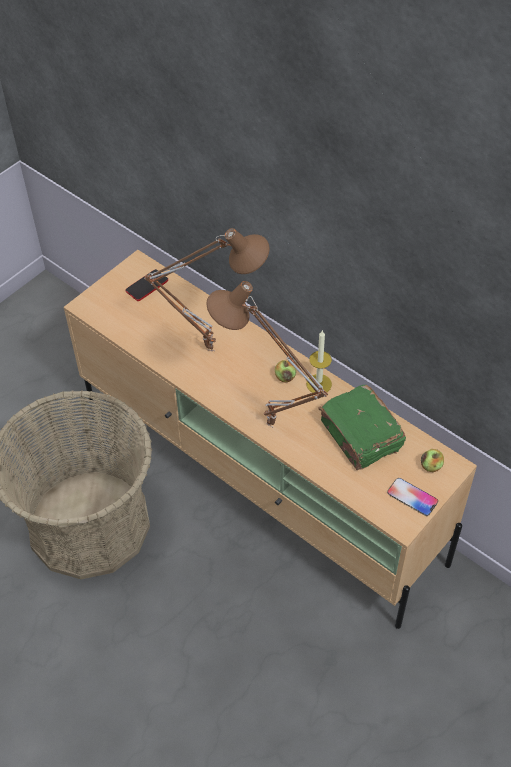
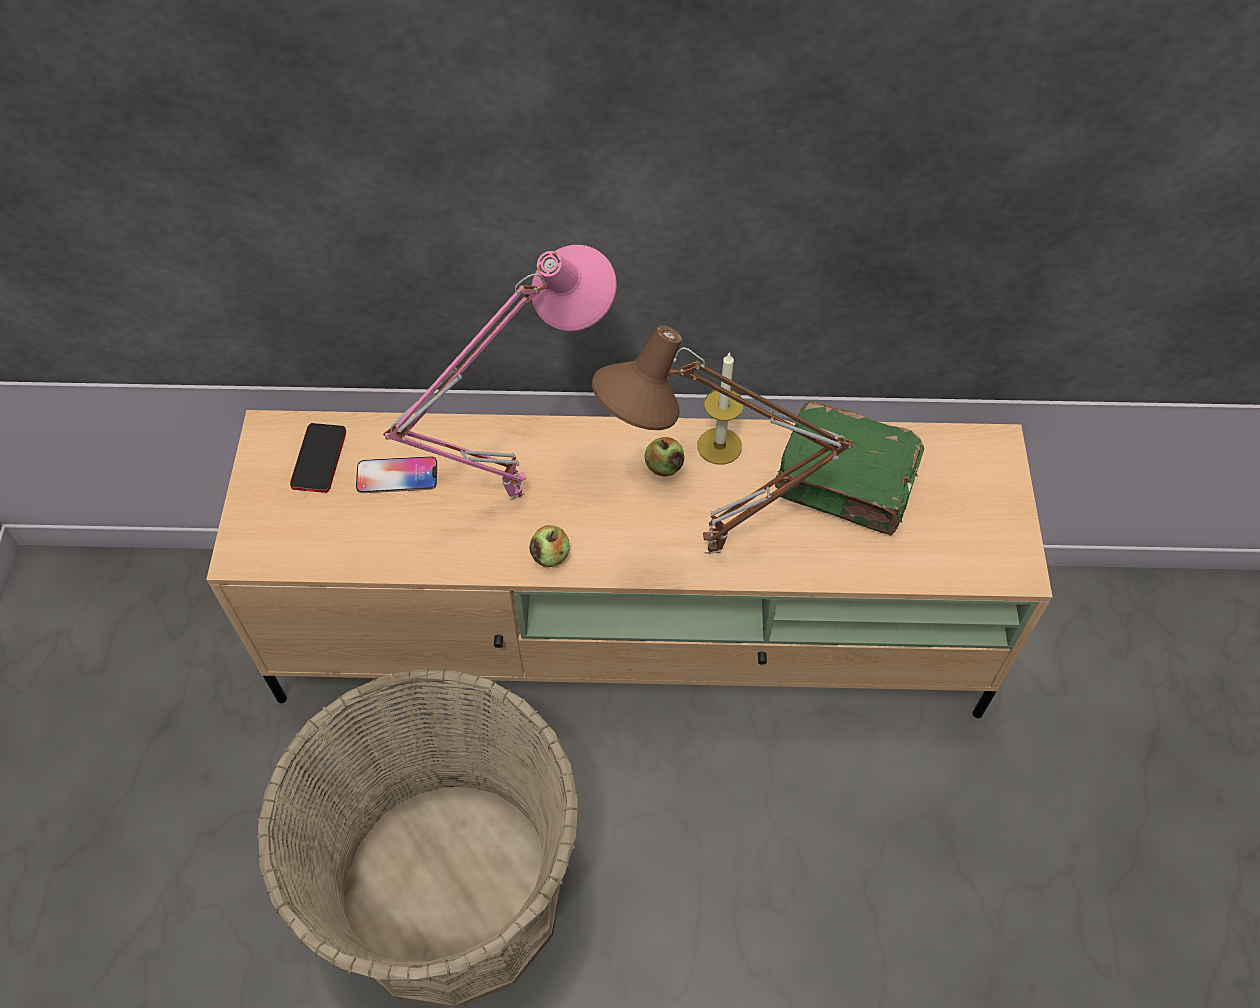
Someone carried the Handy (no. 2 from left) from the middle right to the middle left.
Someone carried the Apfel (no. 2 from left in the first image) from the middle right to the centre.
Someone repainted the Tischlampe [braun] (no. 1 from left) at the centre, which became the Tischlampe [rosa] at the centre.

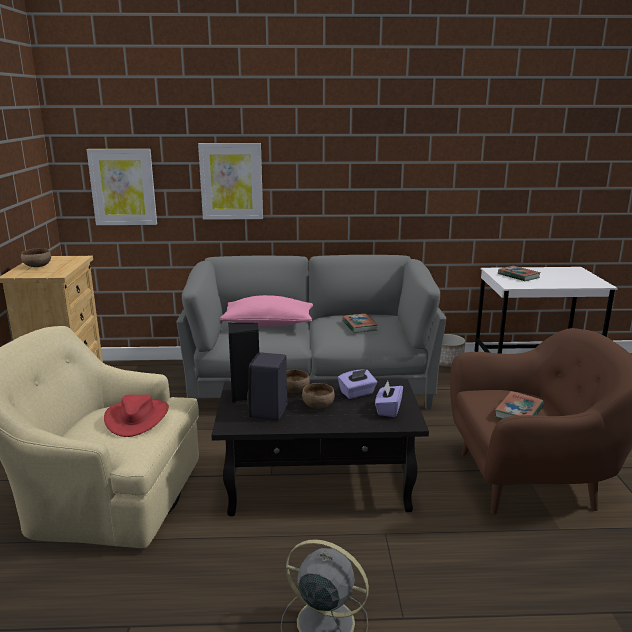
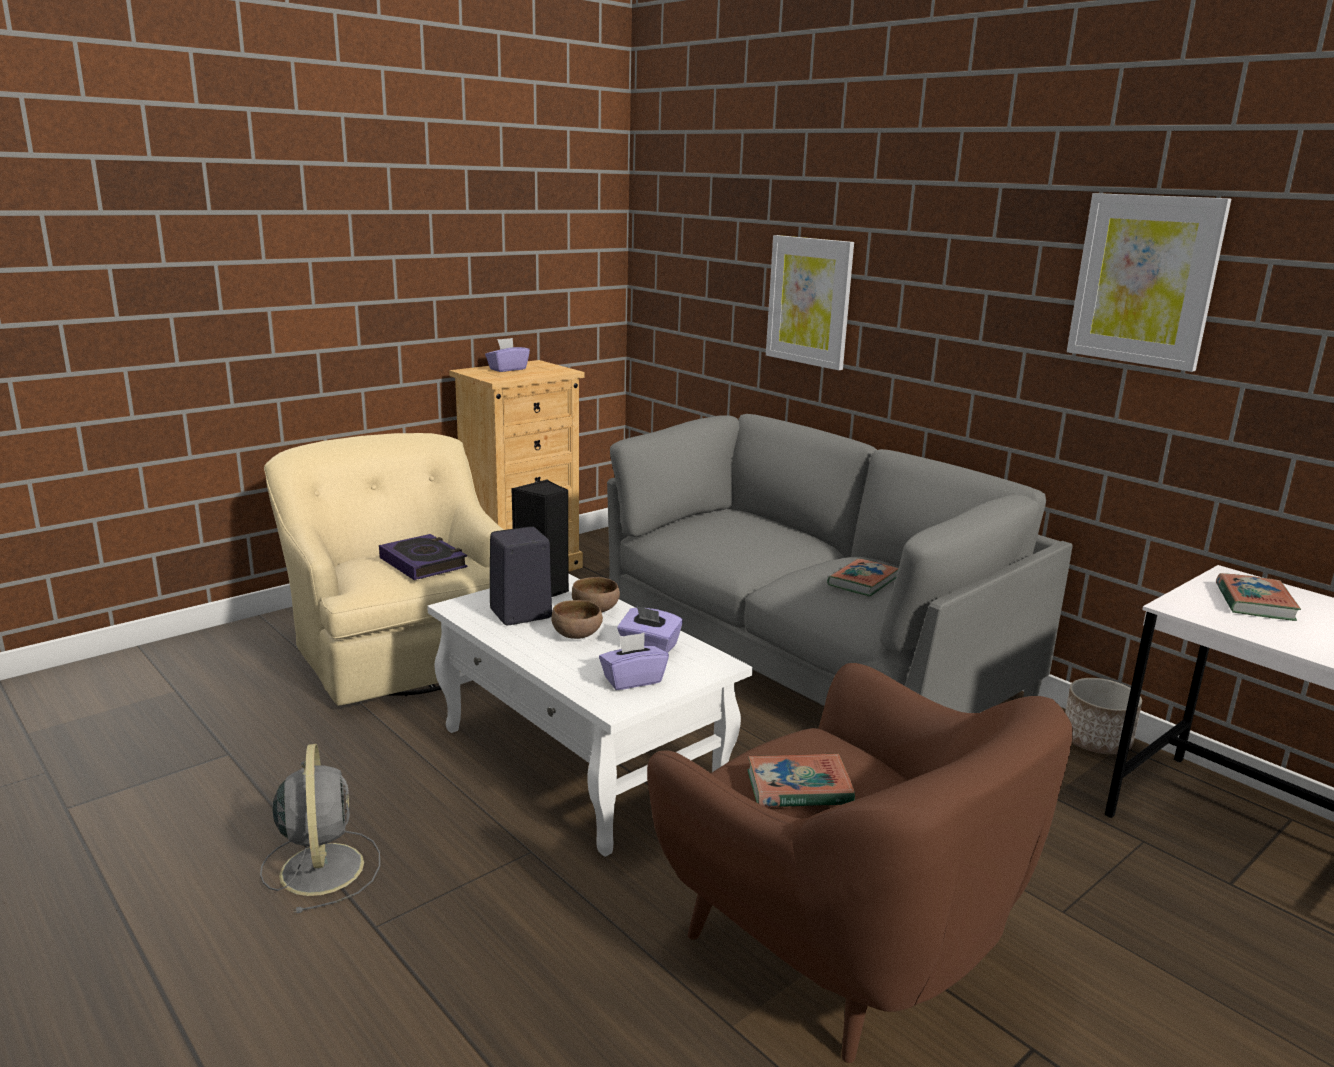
Someone took away the Kissen [rosa] at the centre.
Someone carried the Bild (no. 1 from left in the first image) from the top left to the top right.
Someone swapped the Schüssel [braun] (no. 1 from left) at the middle left for the Taschentuchbox [lila] (no. 1 from left) at the top centre.
Someone swapped the Hut [rot] at the middle left for the Buch (no. 1 from left) at the middle left.
Someone repainted the Couchtisch [schwarz] at the bottom centre, which became the Couchtisch [weiß] at the bottom centre.

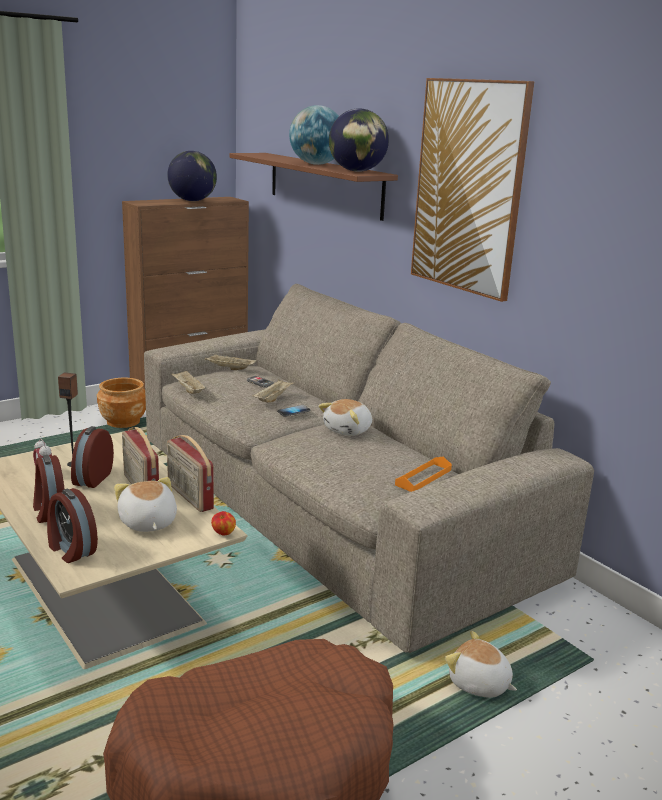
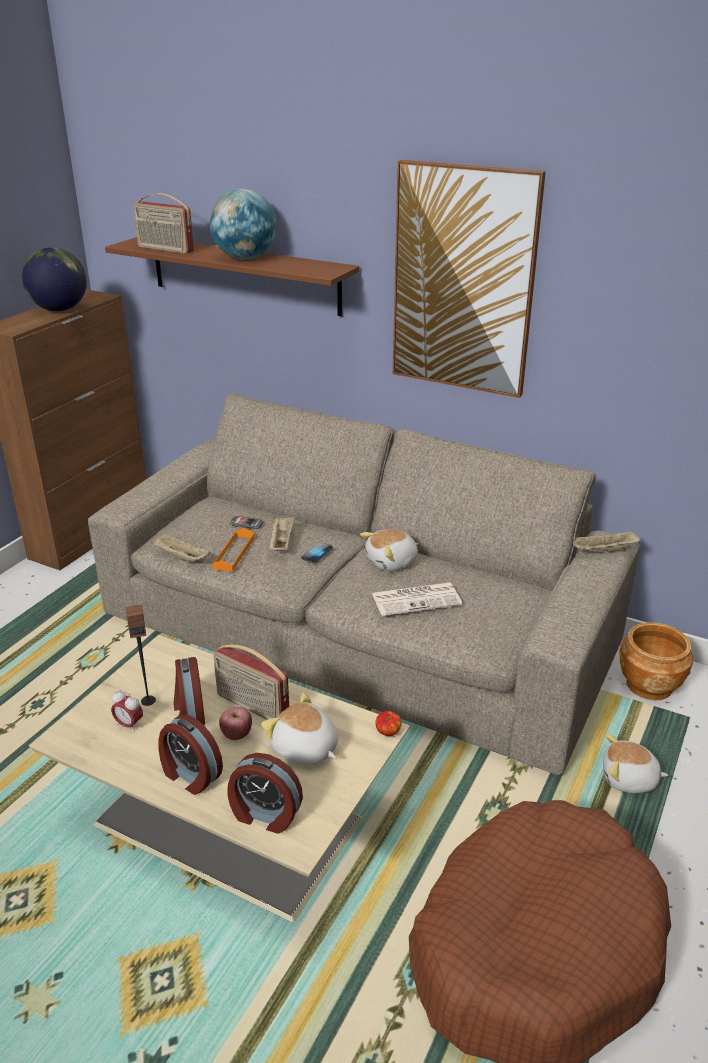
Someone took away the Globus (no. 3 from left) at the top centre.
Someone put down the Apfel (no. 1 from left) at the bottom left.
Someone put down the Zeitung at the centre.
Someone carried the Pflanzkübel [braun] from the middle left to the middle right.
Someone carried the Radio (no. 2 from left in the first image) from the middle left to the top left.
Someone carried the Tablett [beige] (no. 2 from left in the first image) from the centre to the middle right.
Someone carried the Tablett [orange] from the centre to the middle left.
Someone rotated the Plüschtier (no. 2 from left) at the centre by 45 degrees clockwise.

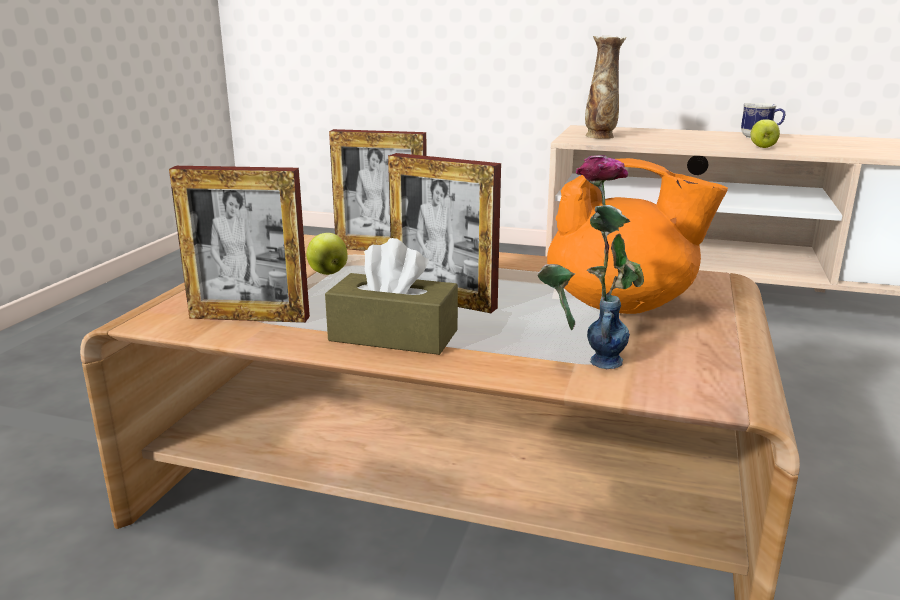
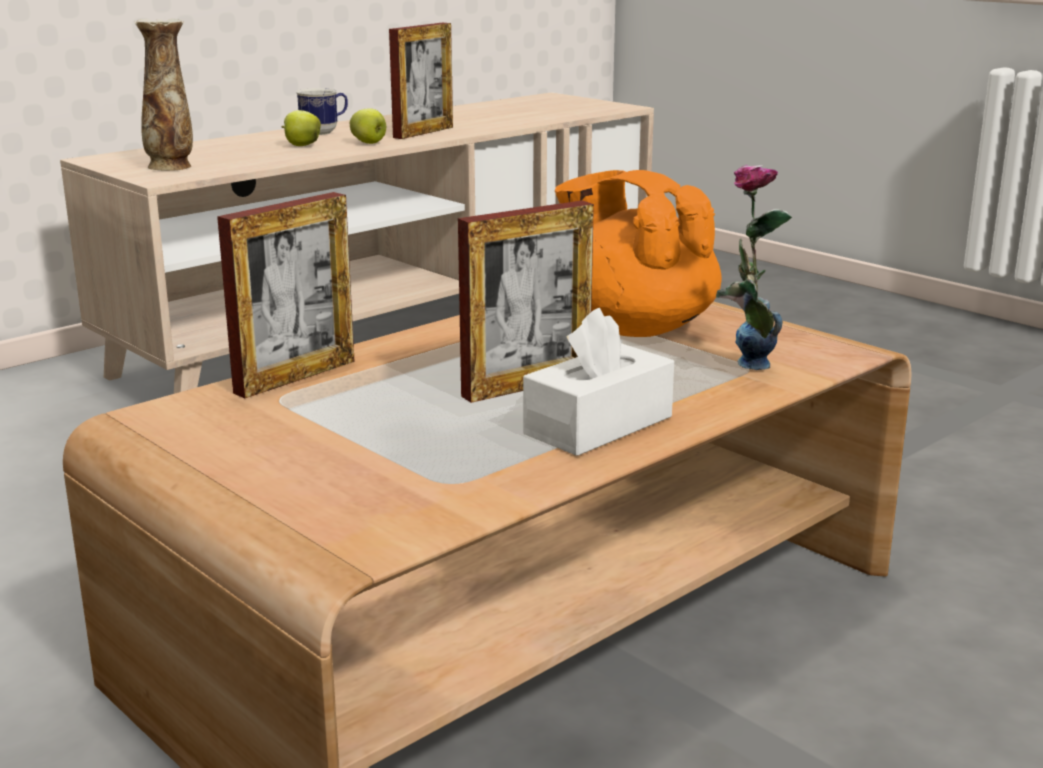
Someone carried the Bilderrahmen (no. 1 from left in the first image) from the middle left to the top centre.
Someone carried the Apfel (no. 1 from left) from the centre to the top left.
Someone repainted the Taschentuchbox [braun] at the centre, which became the Taschentuchbox [weiß] at the centre.
Someone rotated the Teekanne [orange] at the middle right by 90 degrees counterclockwise.

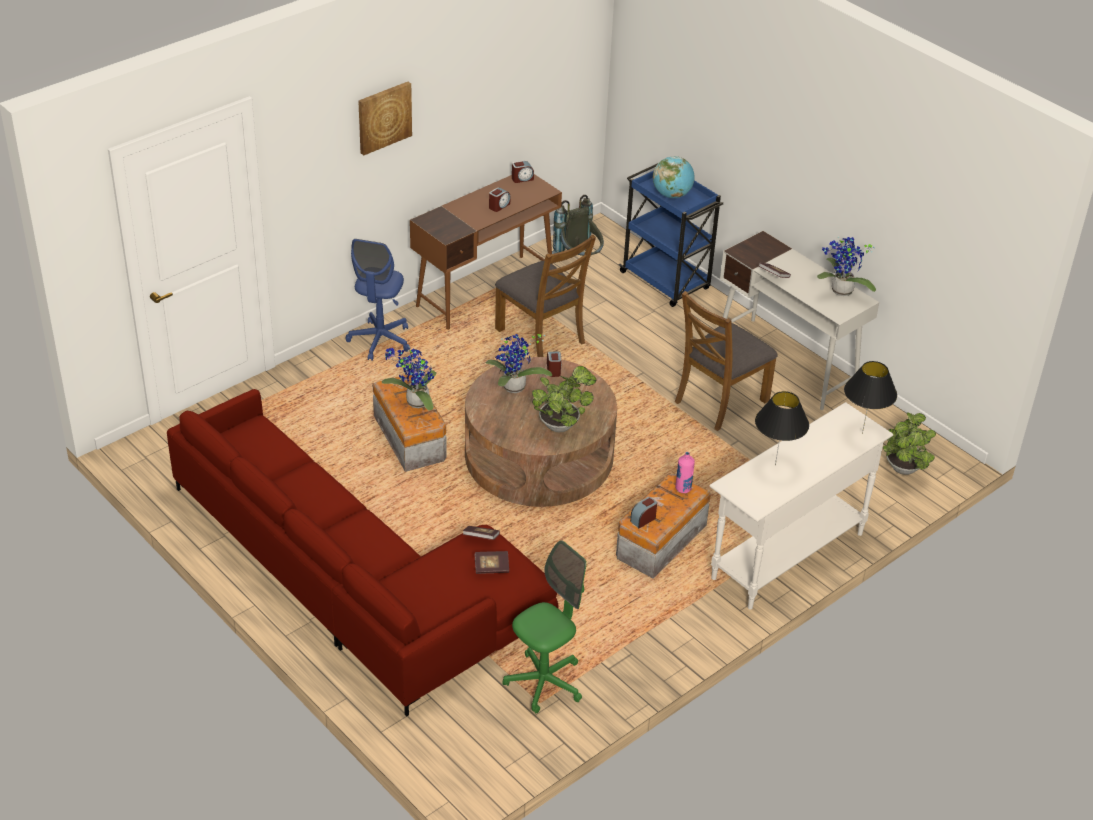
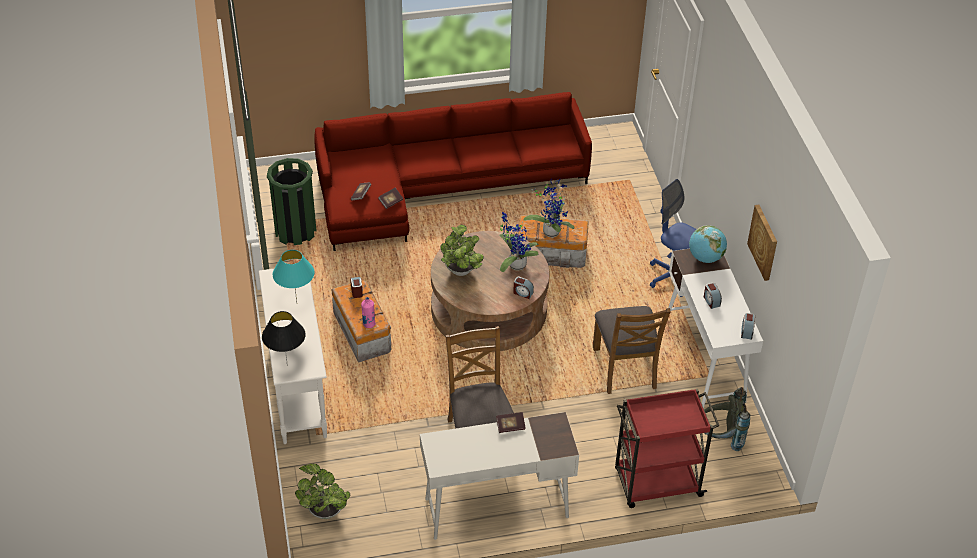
Someone took away the Topfpflanze (no. 4 from left) at the top right.
Someone carried the Bild from the top centre to the middle right.
Someone carried the Globus from the top centre to the middle right.
Someone swapped the Bürostuhl [grün] at the bottom centre for the Mülleimer [grün] at the middle left.
Someone repainted the Schreibtisch [braun] at the top centre, which became the Schreibtisch [weiß] (no. 2 from left) at the middle right.
Someone repainted the Rollwagen [blau] at the top centre, which became the Rollwagen [rot] at the bottom right.
Someone repainted the Tischlampe [schwarz] (no. 1 from left) at the middle right, which became the Tischlampe [türkis] at the middle left.
Someone rotated the Stuhl [braun] (no. 1 from left in the first image) at the centre by 90 degrees counterclockwise.

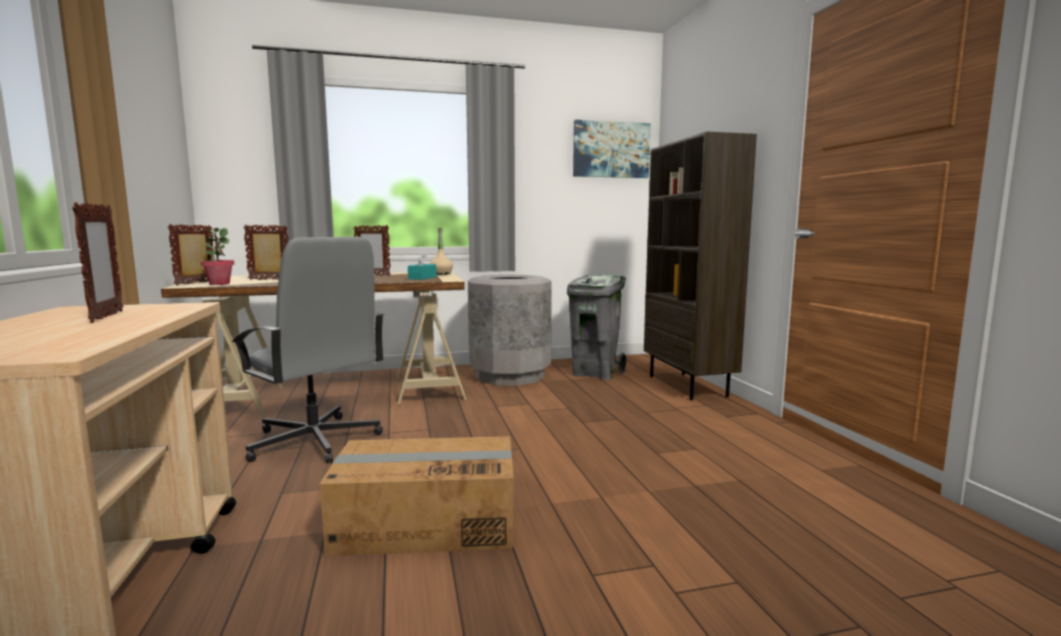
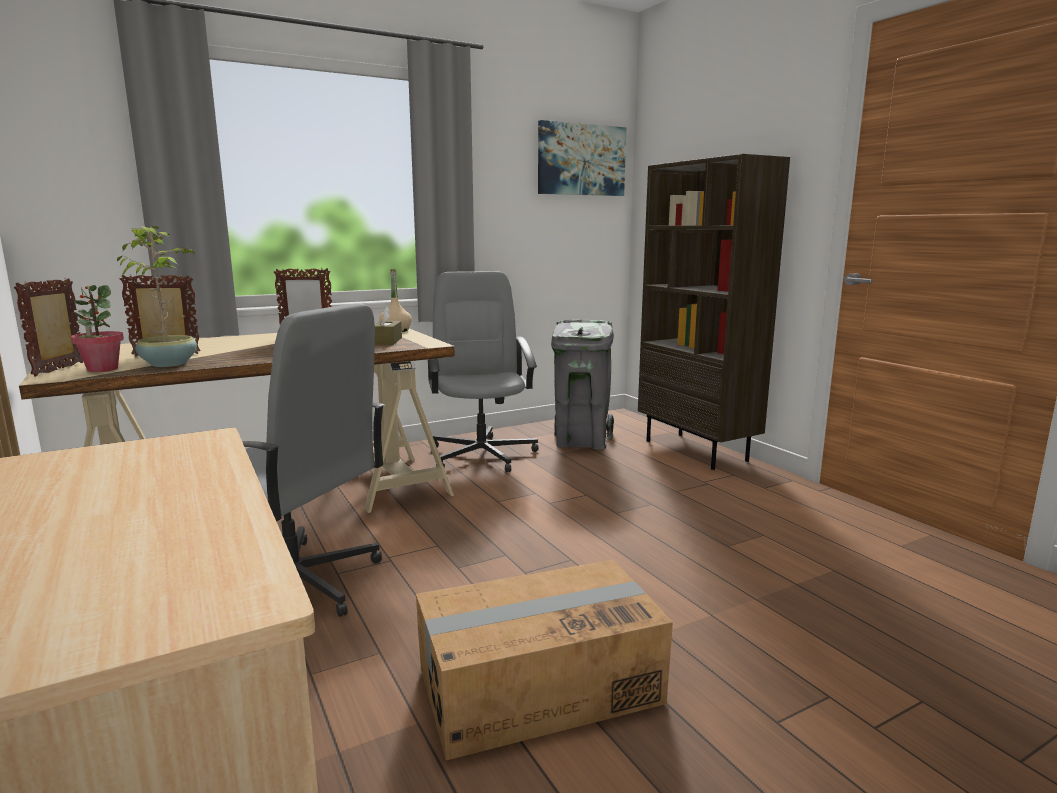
Someone took away the Bilderrahmen (no. 1 from left) at the middle left.
Someone put down the Topfpflanze (no. 2 from left) at the middle left.
Someone swapped the Mülleimer [grau] (no. 1 from left) at the centre for the Bürostuhl [grau] (no. 2 from left) at the centre.
Someone repainted the Taschentuchbox [türkis] at the centre, which became the Taschentuchbox [braun] at the centre.

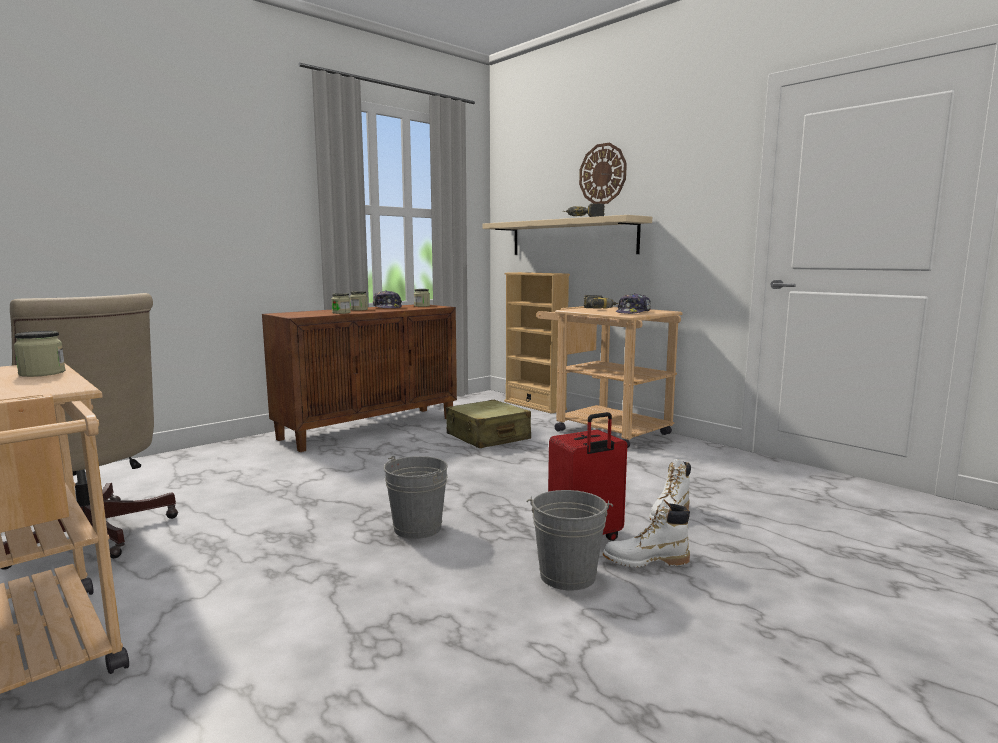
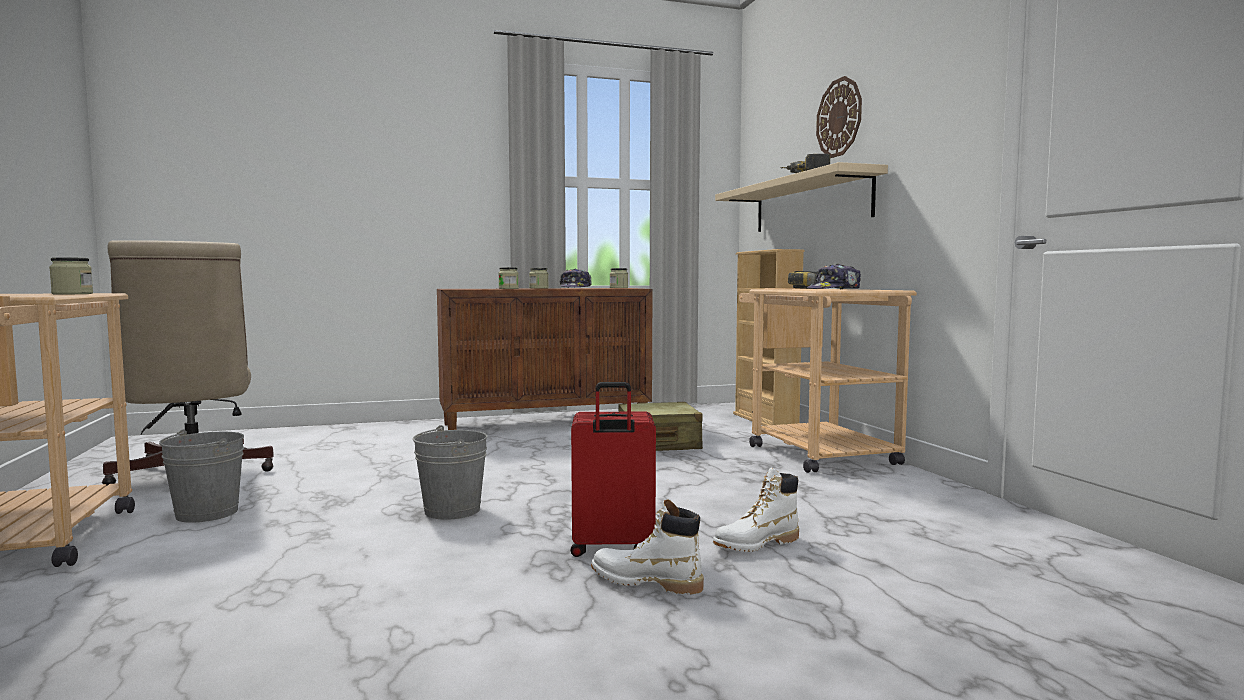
Someone carried the Eimer [grau] (no. 2 from left in the first image) from the bottom centre to the bottom left.

